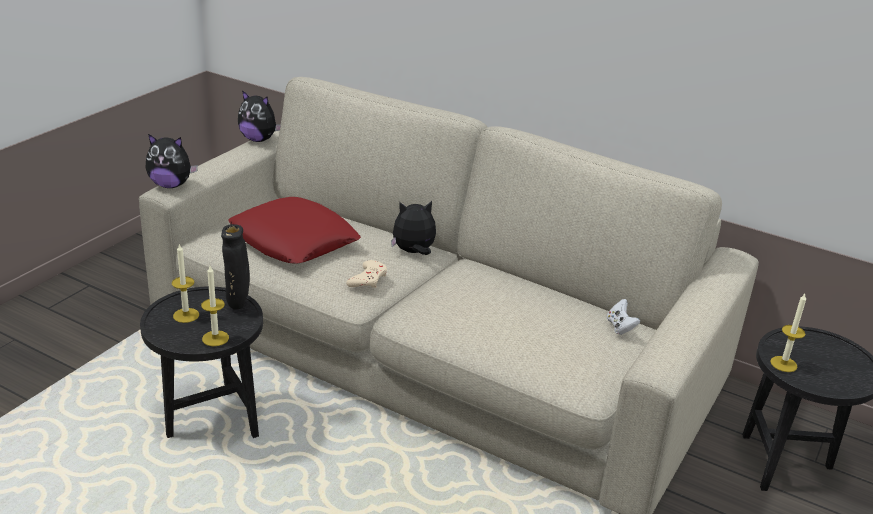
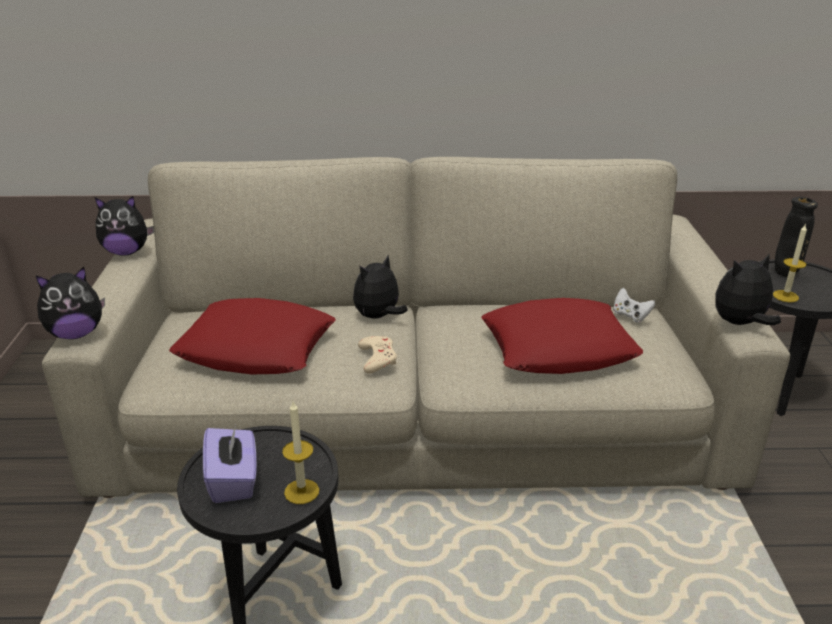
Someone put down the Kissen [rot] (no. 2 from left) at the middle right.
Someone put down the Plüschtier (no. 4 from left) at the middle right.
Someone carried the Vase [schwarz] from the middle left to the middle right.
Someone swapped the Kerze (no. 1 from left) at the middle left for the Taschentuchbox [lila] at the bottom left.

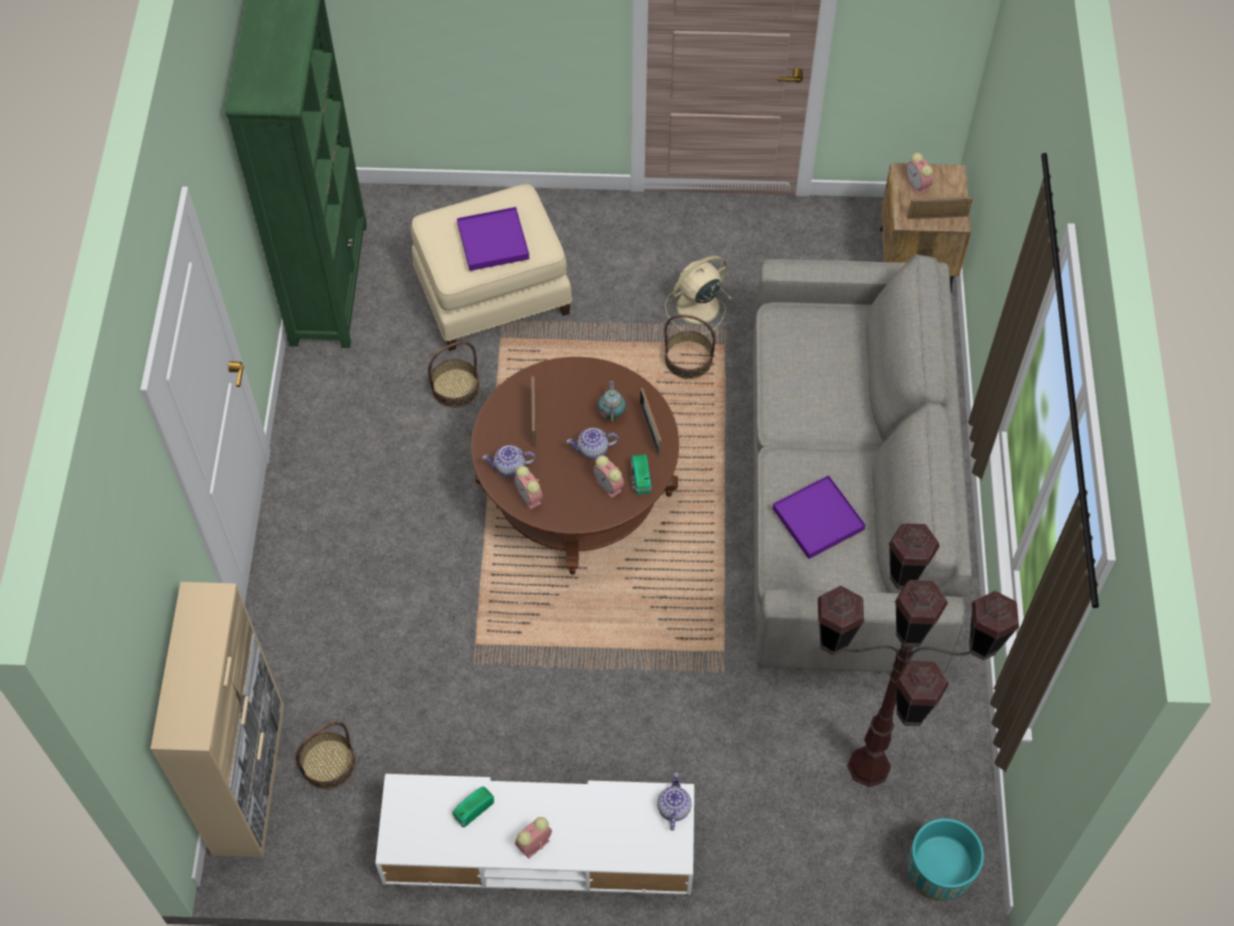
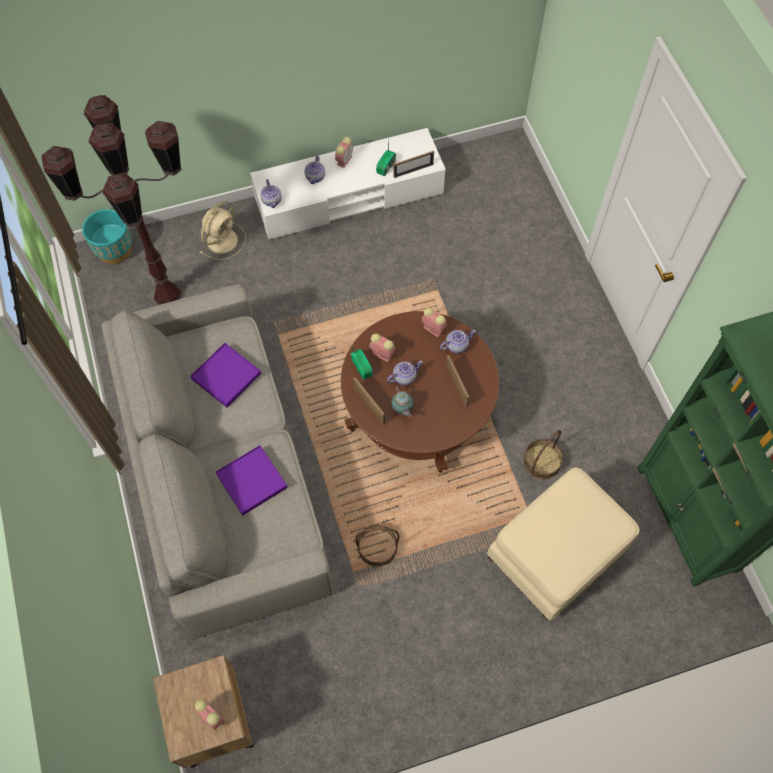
Someone took away the Schrank [beige] at the bottom left.
Someone took away the Korb (no. 1 from left) at the bottom left.
Someone put down the Teekanne (no. 2 from left) at the top centre.
Someone carried the Tablett [lila] (no. 1 from left in the first image) from the top centre to the middle left.
Someone carried the Ventilator [beige] from the top centre to the top left.
Someone carried the Bilderrahmen (no. 3 from left in the first image) from the top right to the top centre.

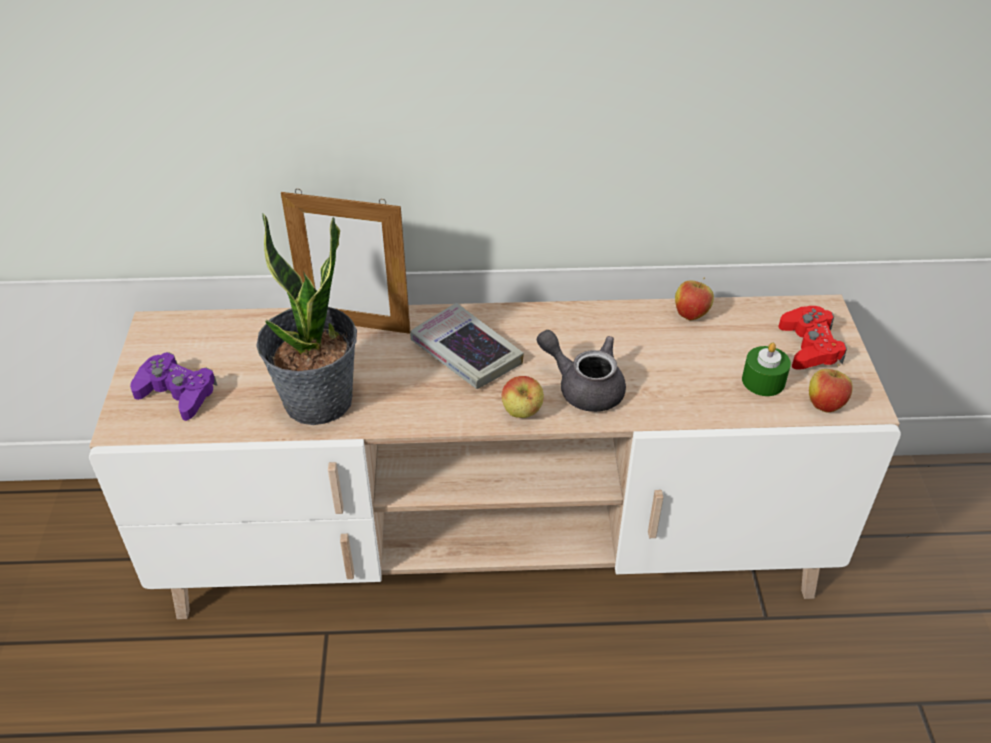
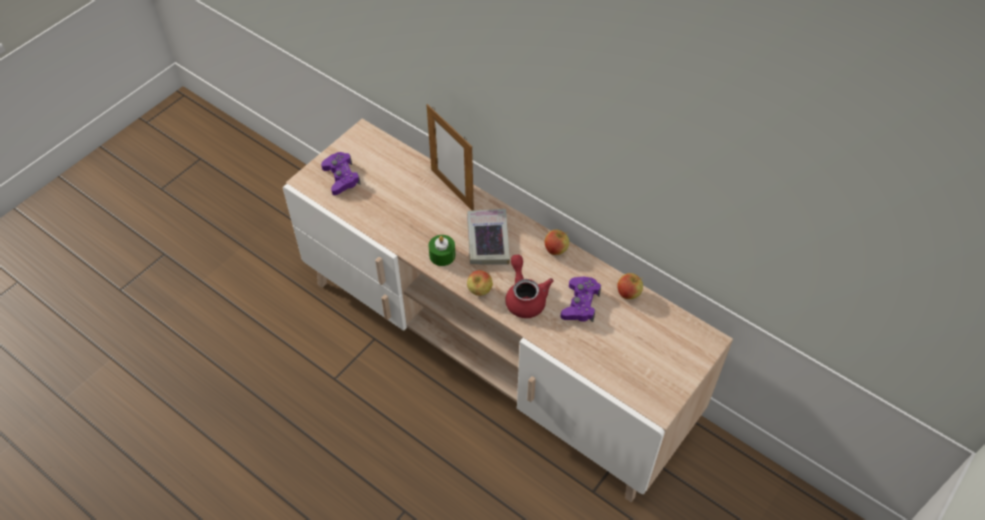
Someone took away the Topfpflanze at the middle left.
Someone took away the Gamepad [rot] at the middle right.
Someone put down the Gamepad [lila] (no. 2 from left) at the centre.
Someone carried the Kerze [grün] from the middle right to the centre.
Someone carried the Apfel (no. 3 from left in the first image) from the middle right to the centre.
Someone repainted the Teekanne [grau] at the centre, which became the Teekanne [rot] at the centre.

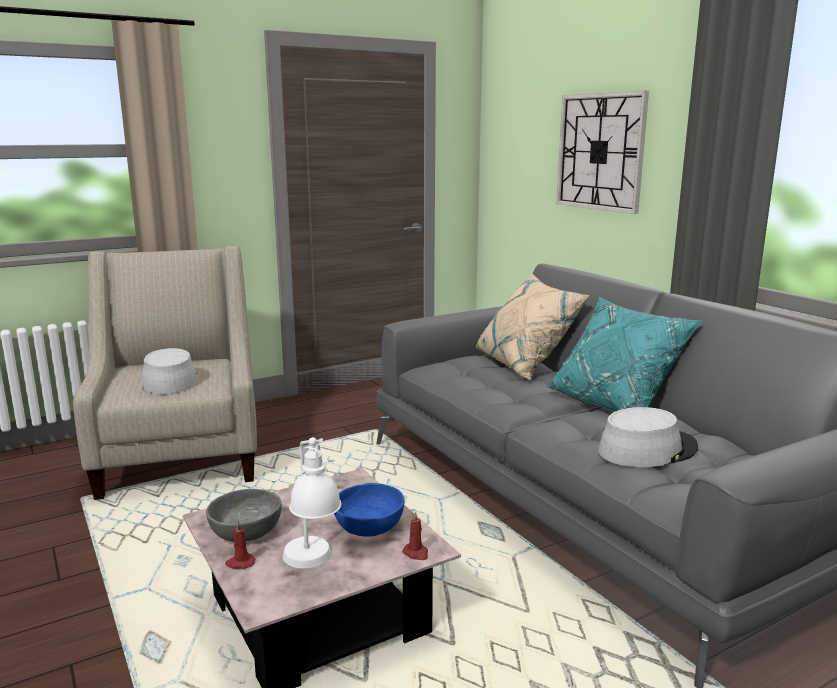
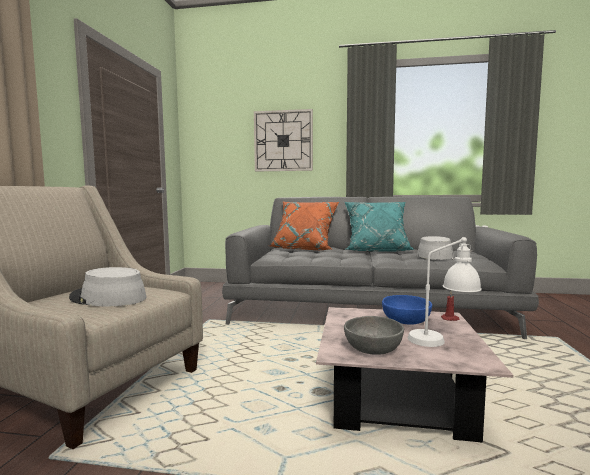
Someone took away the Kerze [rot] (no. 1 from left) at the bottom left.
Someone repainted the Kissen [beige] at the centre, which became the Kissen [orange] at the centre.

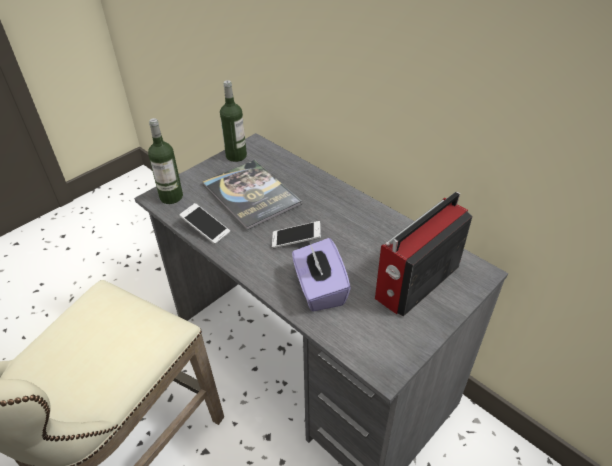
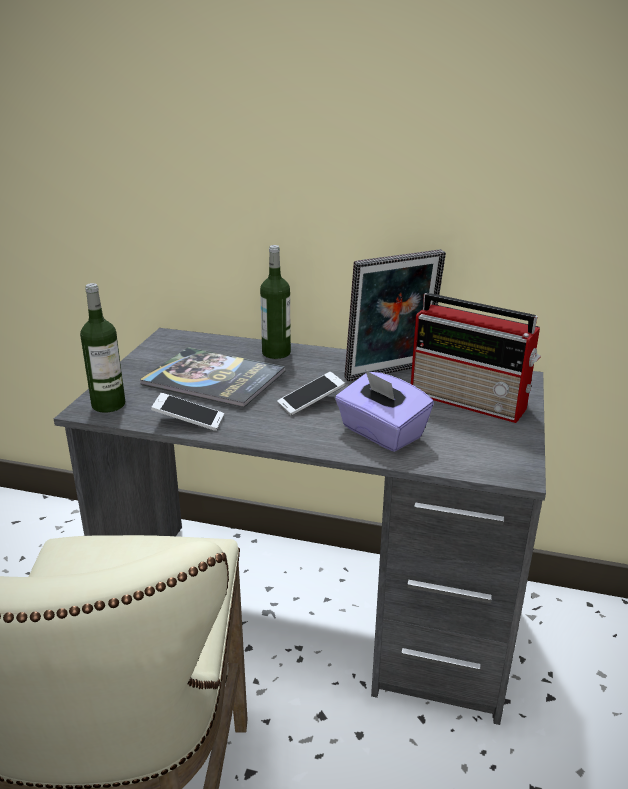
Someone put down the Bilderrahmen at the centre.
Someone carried the Flasche (no. 2 from left) from the top centre to the centre.
Someone rotated the Radio at the middle right by 75 degrees counterclockwise.

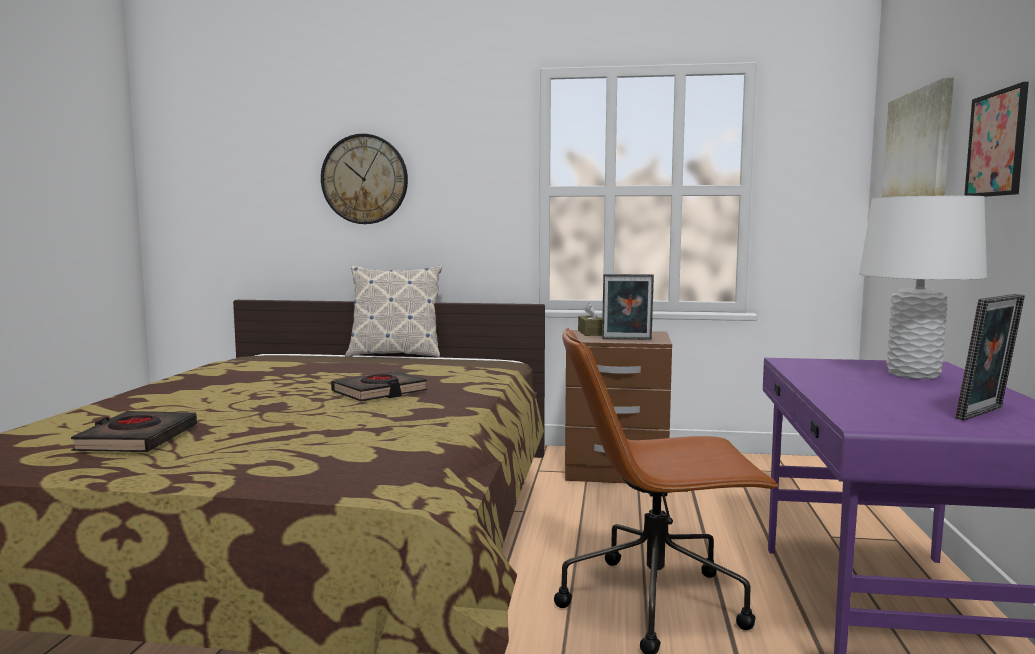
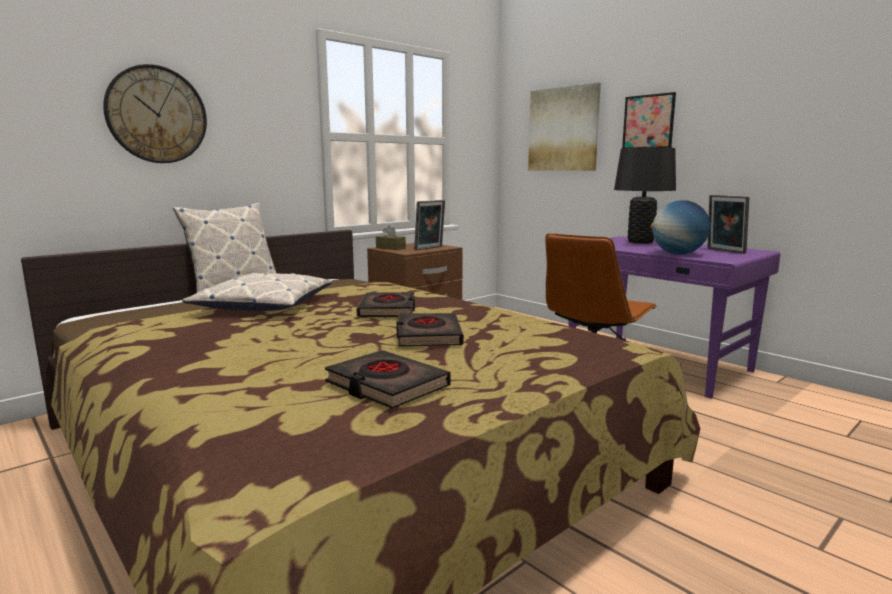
Someone put down the Kissen (no. 2 from left) at the middle left.
Someone put down the Buch [schwarz] (no. 3 from left) at the centre.
Someone put down the Globus at the middle right.
Someone repainted the Tischlampe [weiß] at the middle right, which became the Tischlampe [schwarz] at the top right.
Someone rotated the Bilderrahmen (no. 2 from left) at the middle right by 150 degrees clockwise.

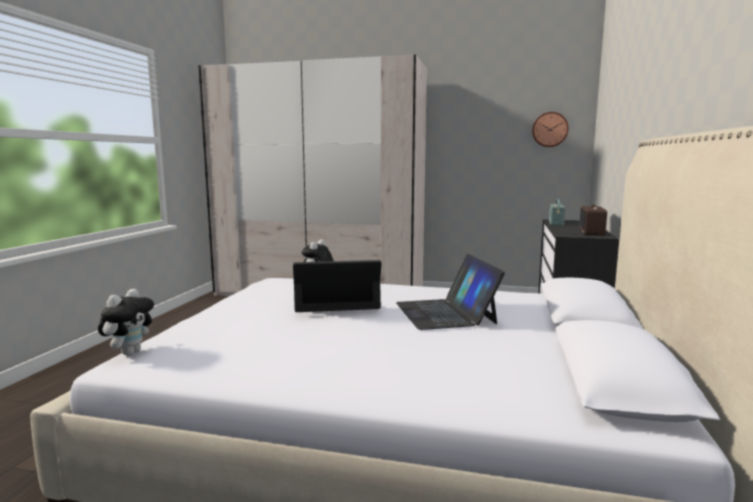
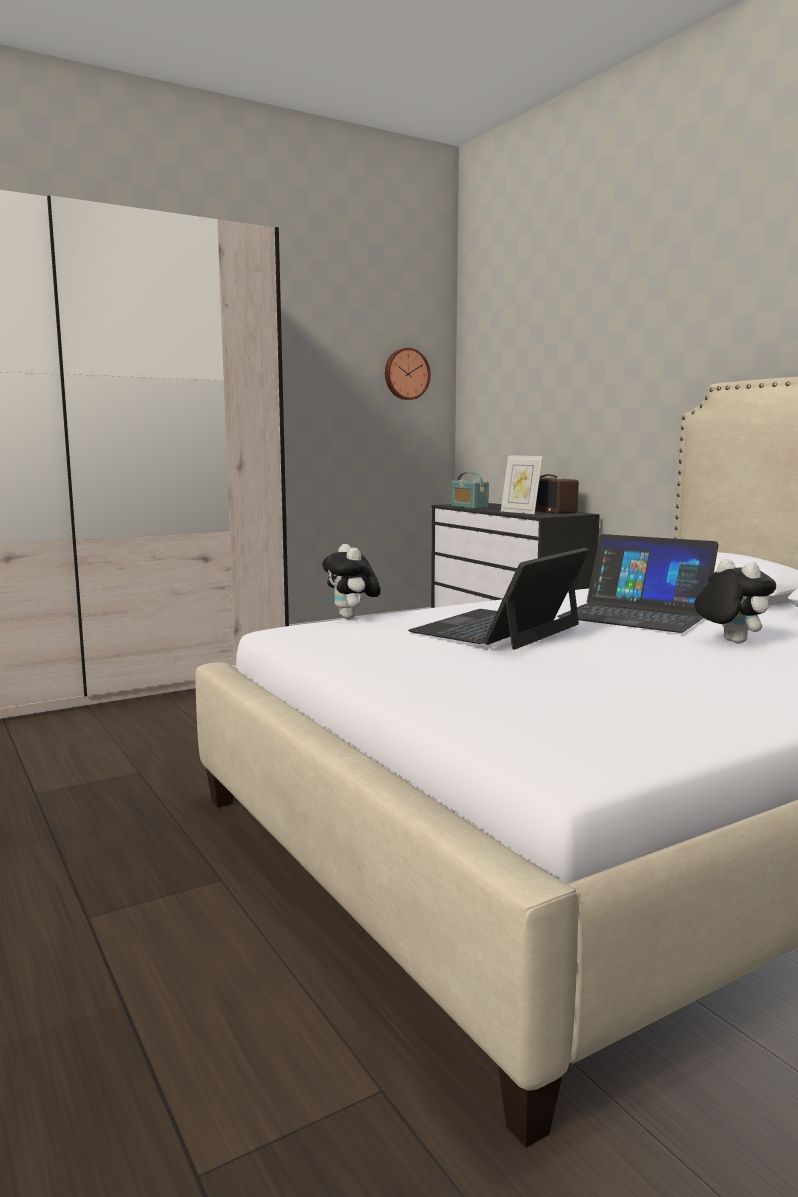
Someone put down the Bilderrahmen at the centre.
Someone carried the Plüschtier (no. 1 from left in the first image) from the middle left to the middle right.

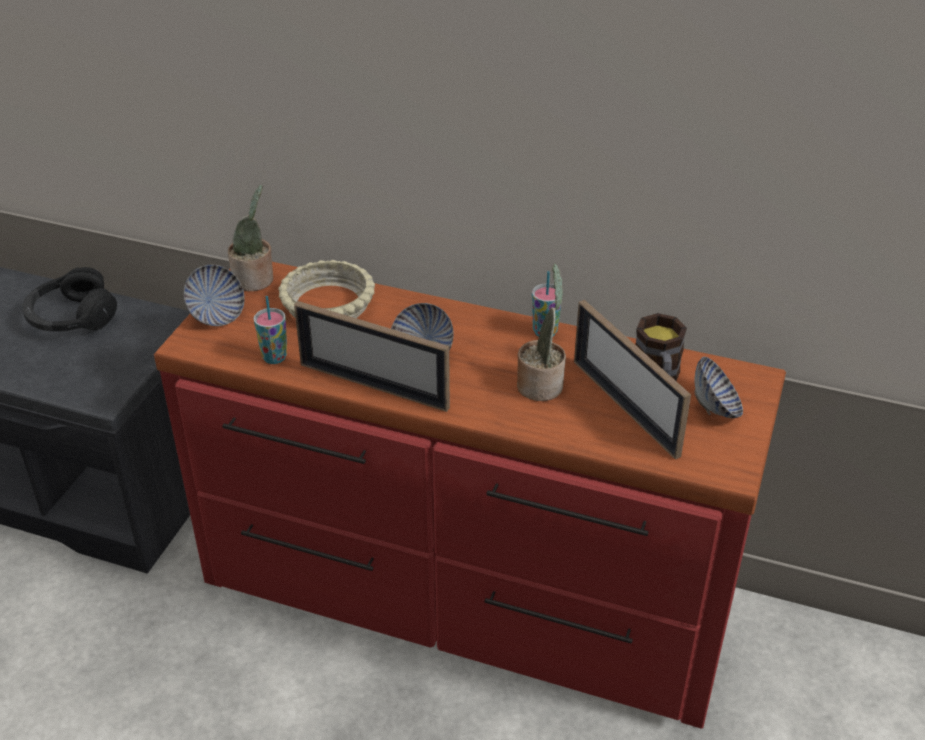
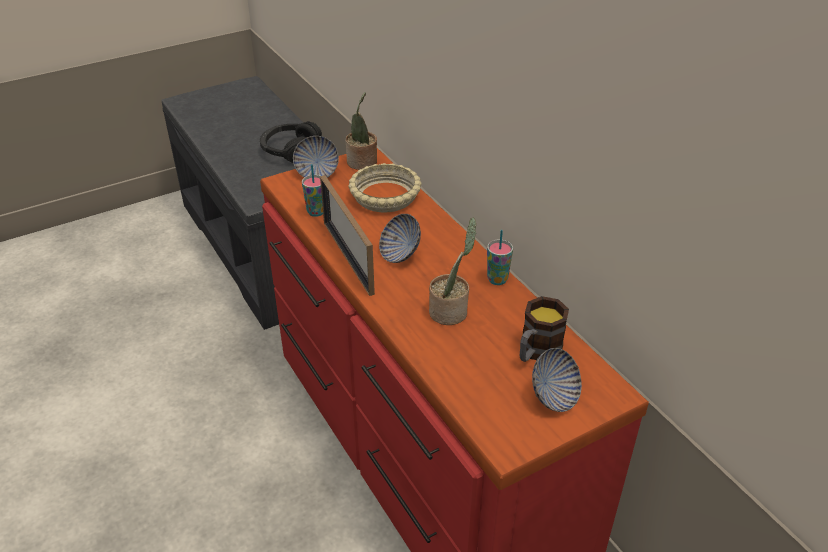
Someone took away the Bilderrahmen (no. 2 from left) at the middle right.

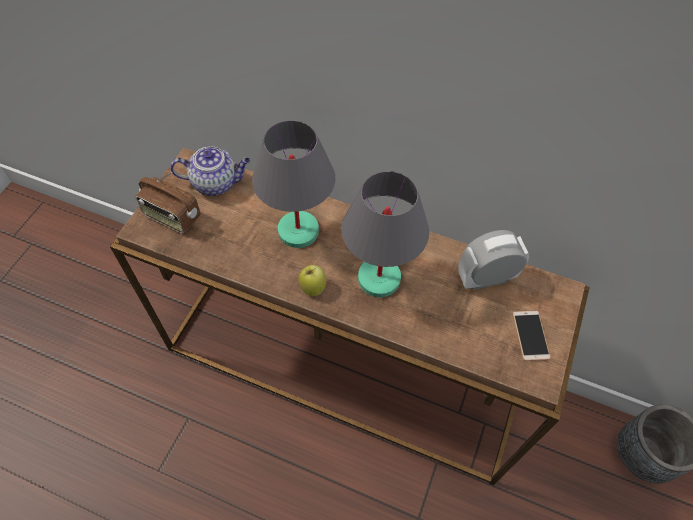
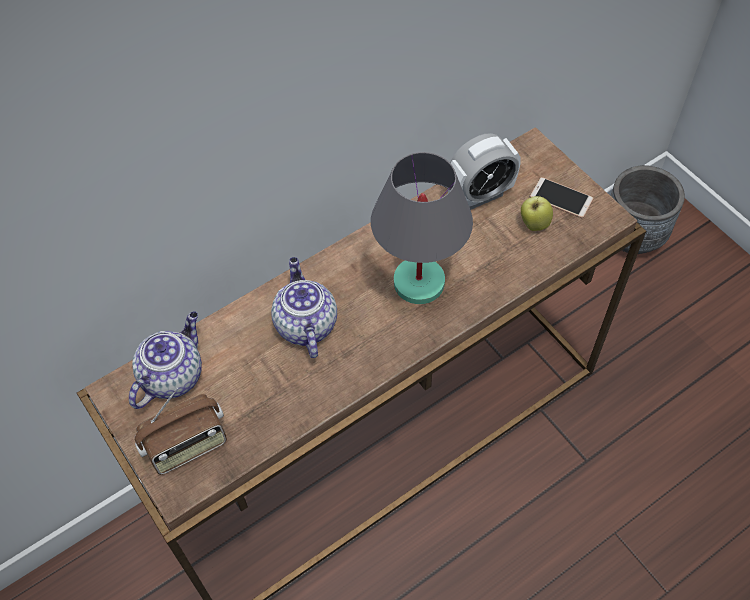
Someone carried the Apfel from the centre to the middle right.
Someone swapped the Tischlampe [grau] (no. 1 from left) at the centre for the Teekanne (no. 2 from left) at the centre.
Someone rotated the Wecker at the middle right by 135 degrees counterclockwise.

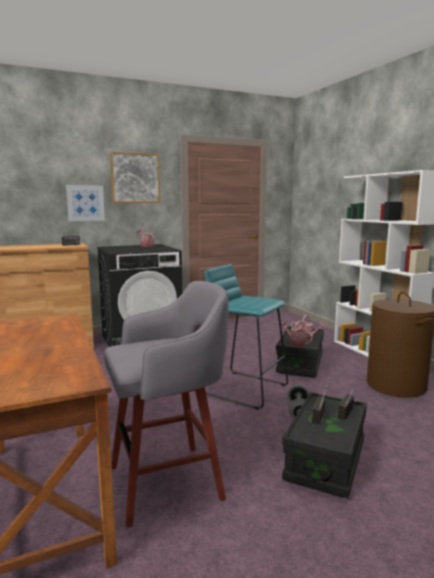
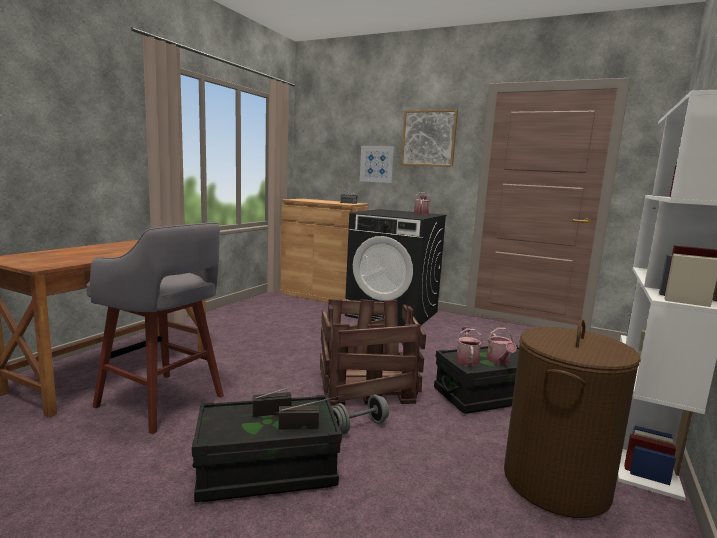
Someone swapped the Hocker [türkis] at the centre for the Kiste at the centre.

